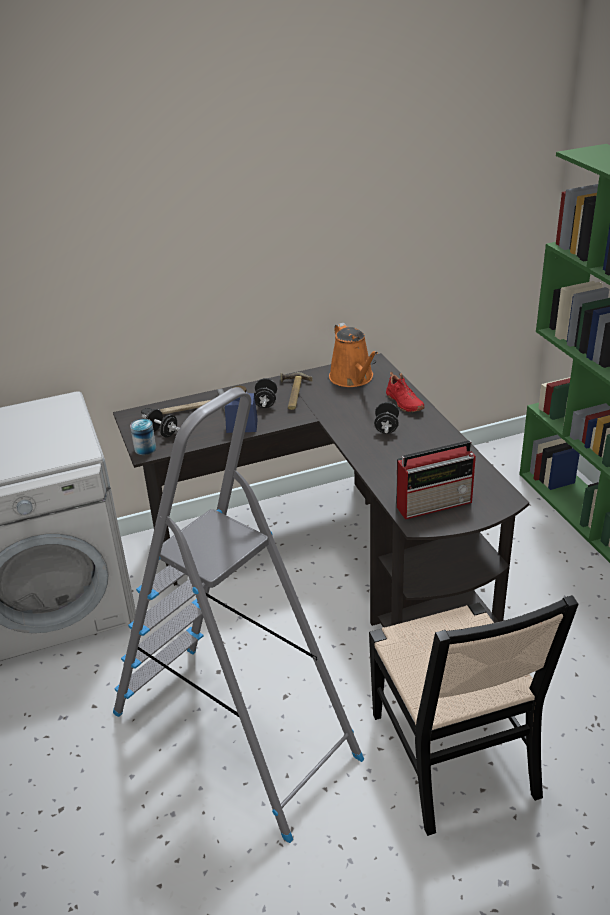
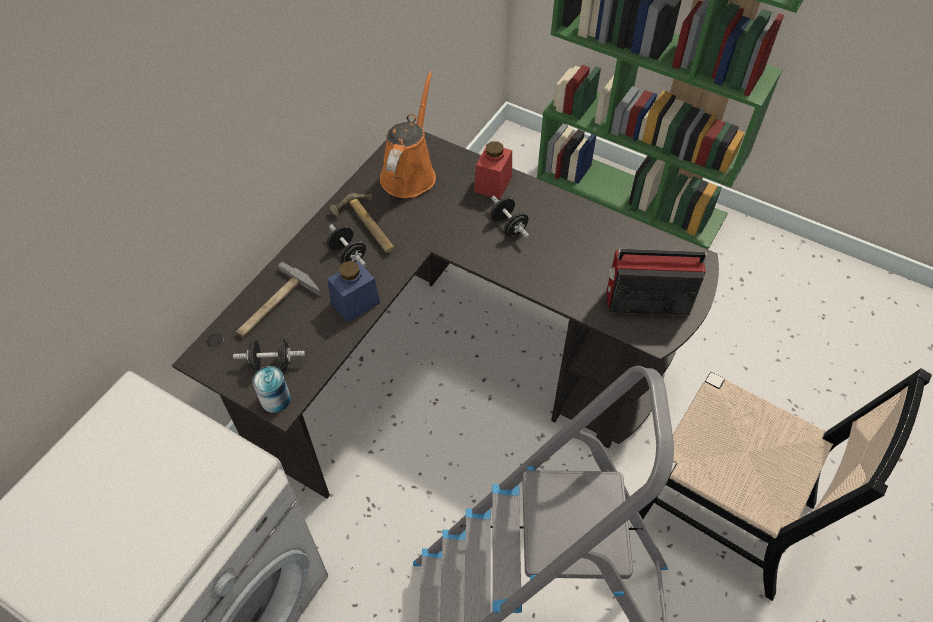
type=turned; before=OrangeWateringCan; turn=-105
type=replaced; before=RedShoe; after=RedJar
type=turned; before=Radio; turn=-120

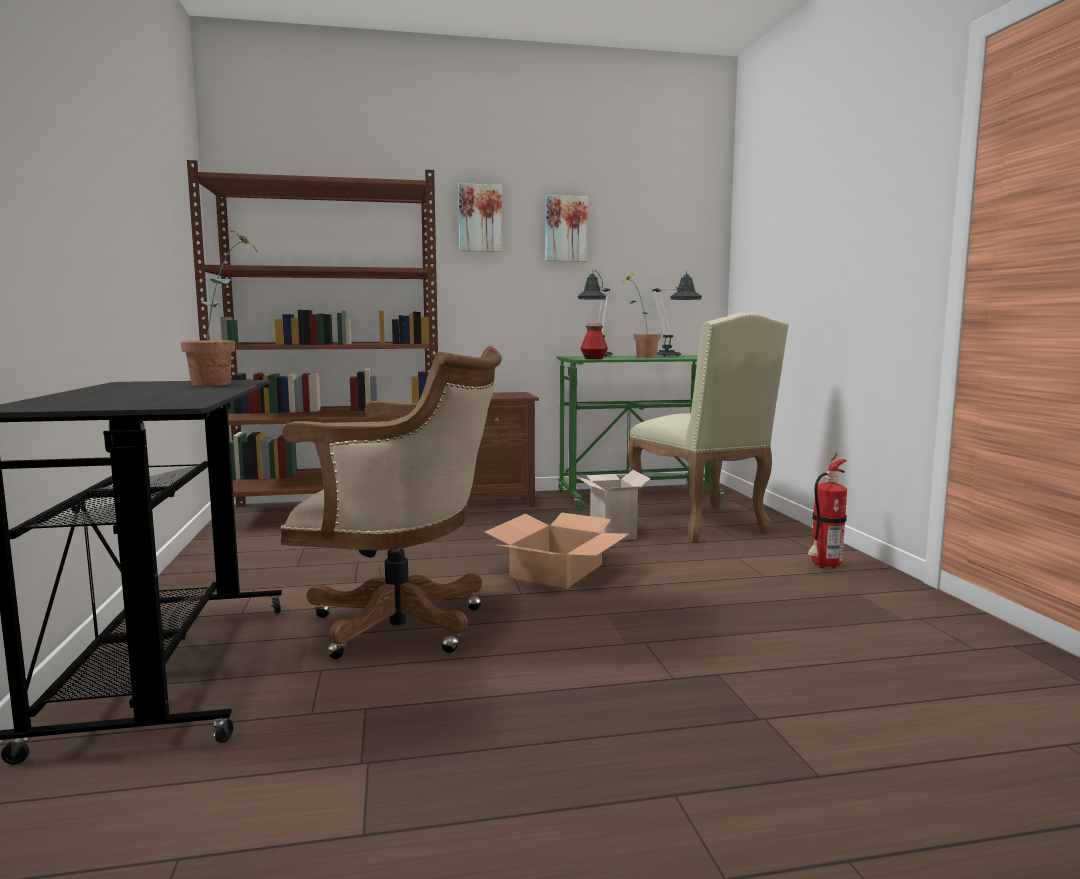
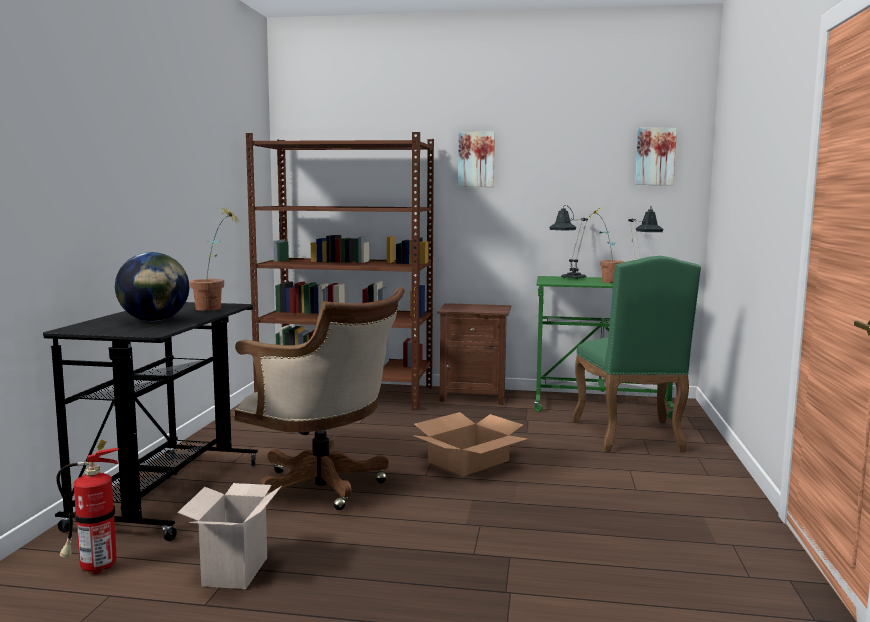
type=moved; before=Picture (2nd from left)
type=recoloured; before=BeigeChair; after=GreenChair
type=removed; before=Bottle
type=moved; before=FireExtinguisher
type=moved; before=CardboardBox (2nd from left in the first image); after=CardboardBox (1st from left)
type=added; after=Globe

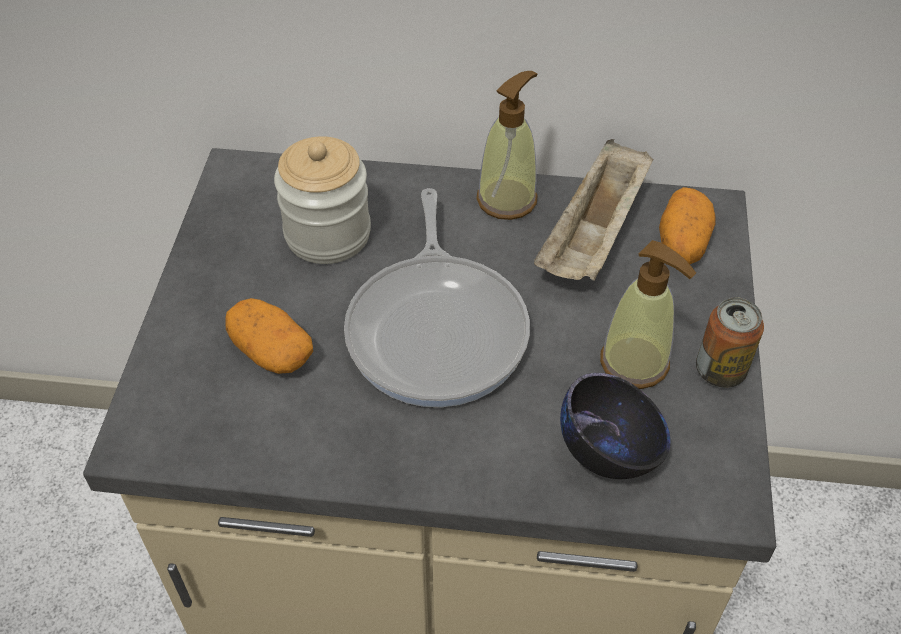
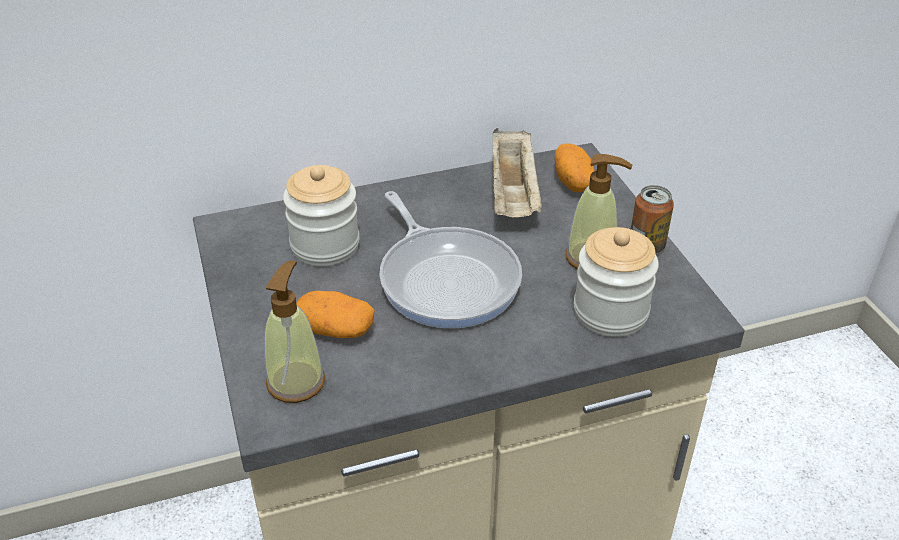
type=moved; before=SoapDispenser (1st from left)
type=replaced; before=BlackBowl; after=Jar (2nd from left)

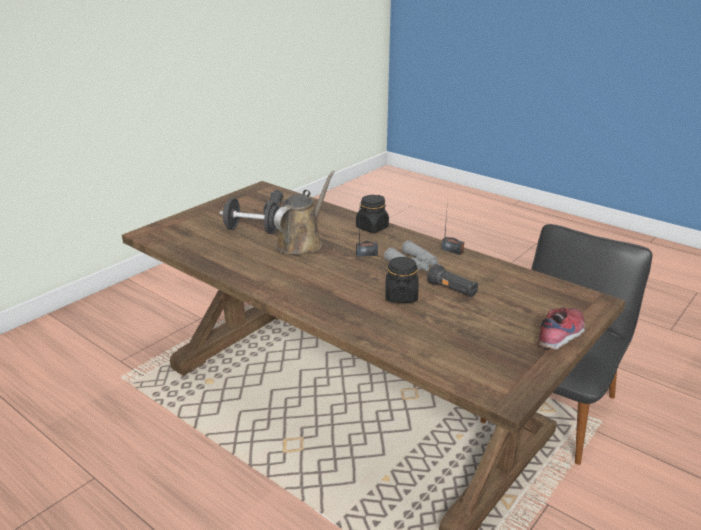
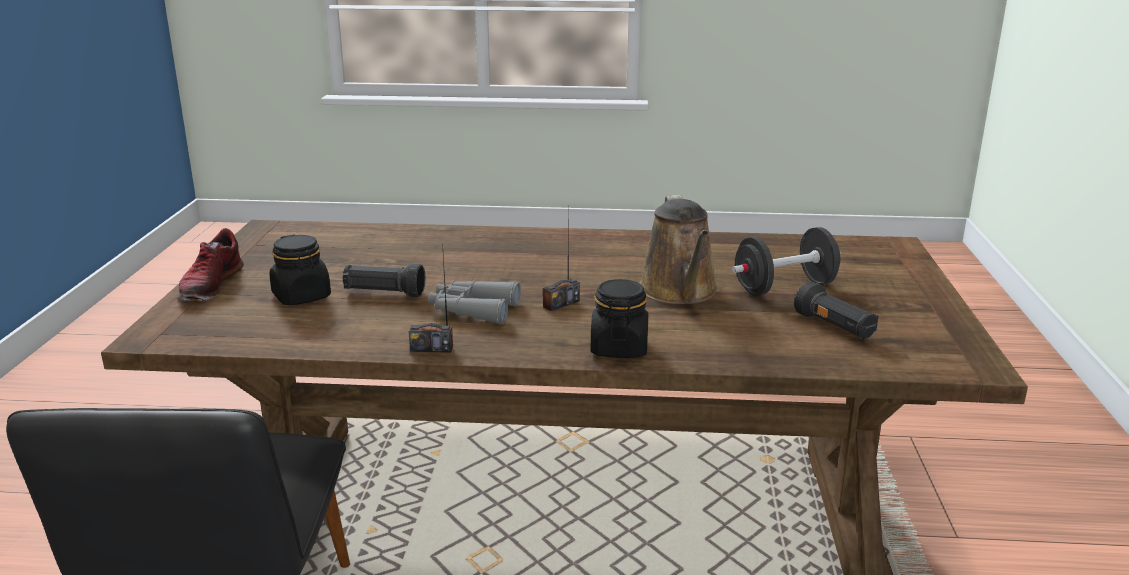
type=moved; before=BlackJar (2nd from left in the first image); after=BlackJar (1st from left)

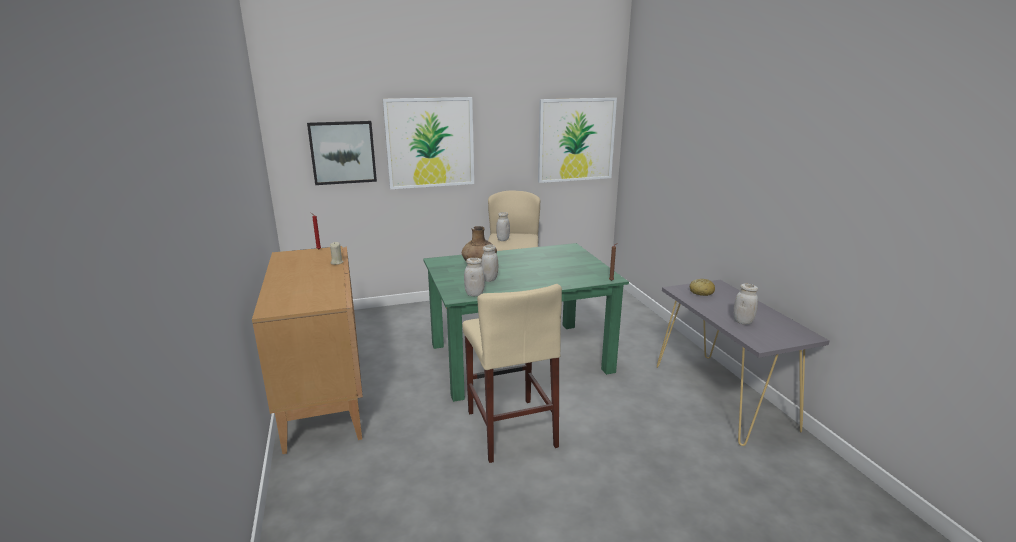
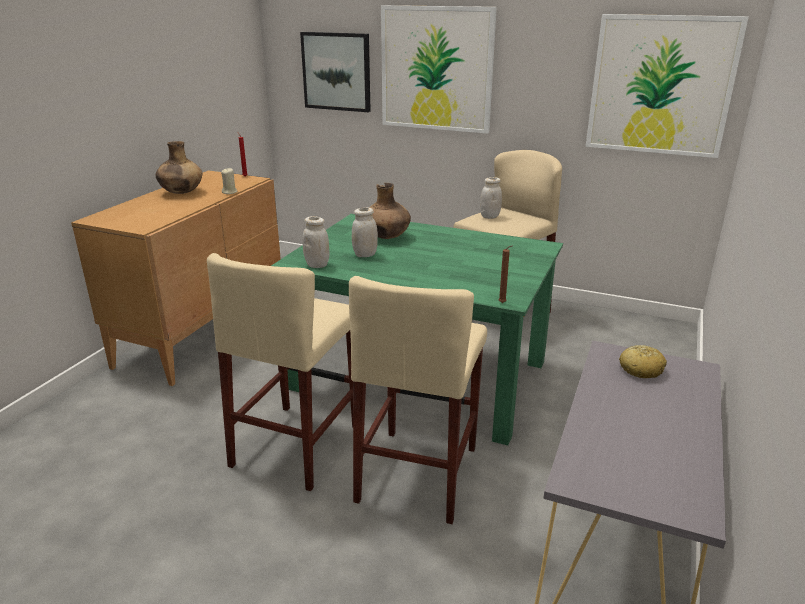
type=removed; before=WhiteJar (4th from left)
type=added; after=BrownVase (1st from left)
type=added; after=BeigeStool (2nd from left)

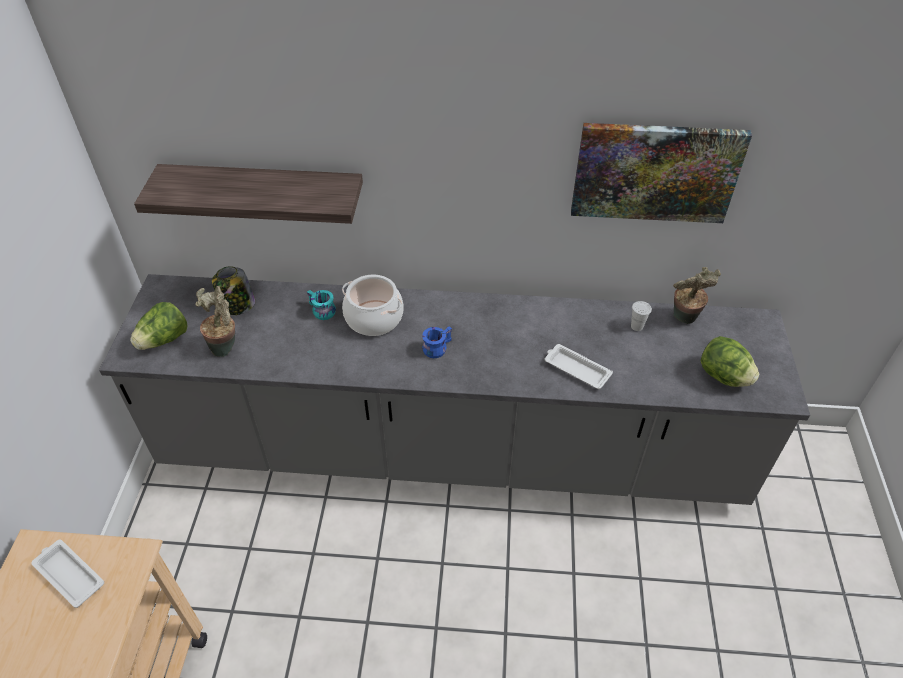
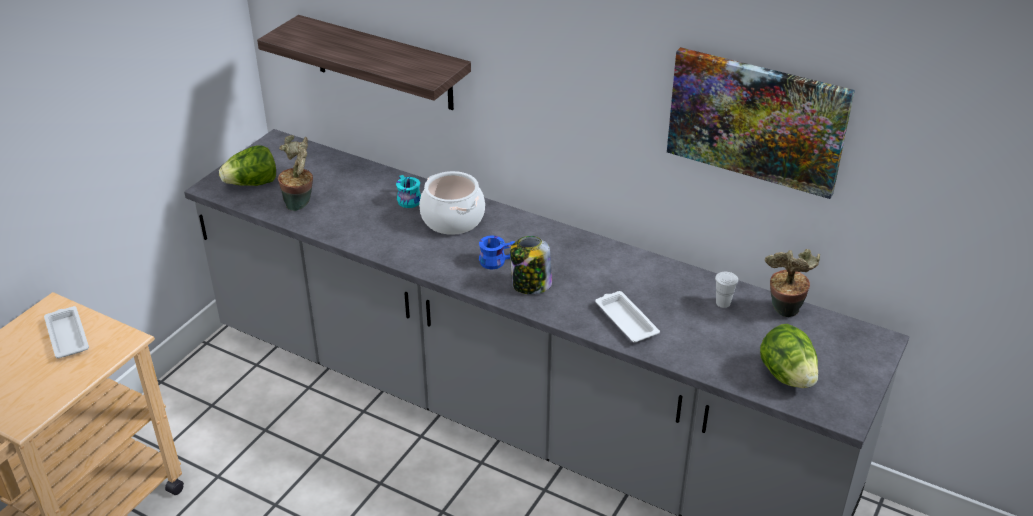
type=moved; before=Jar

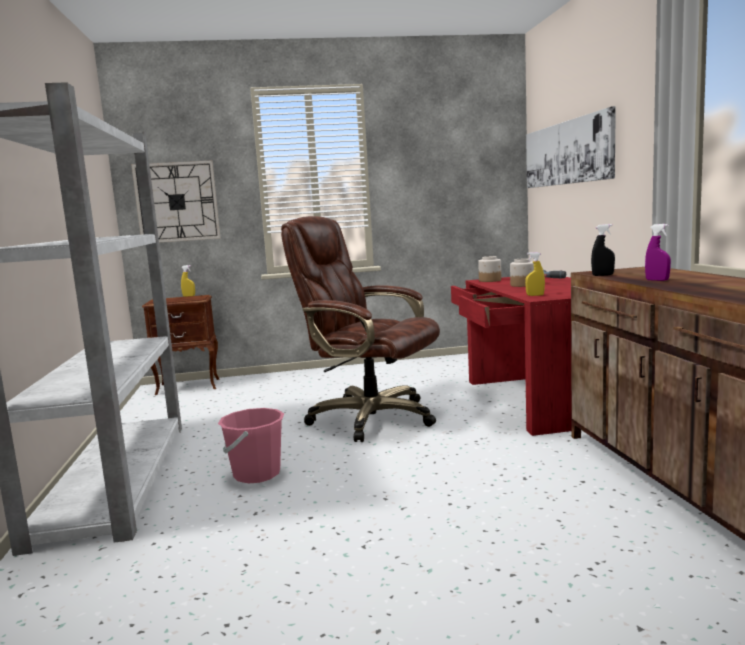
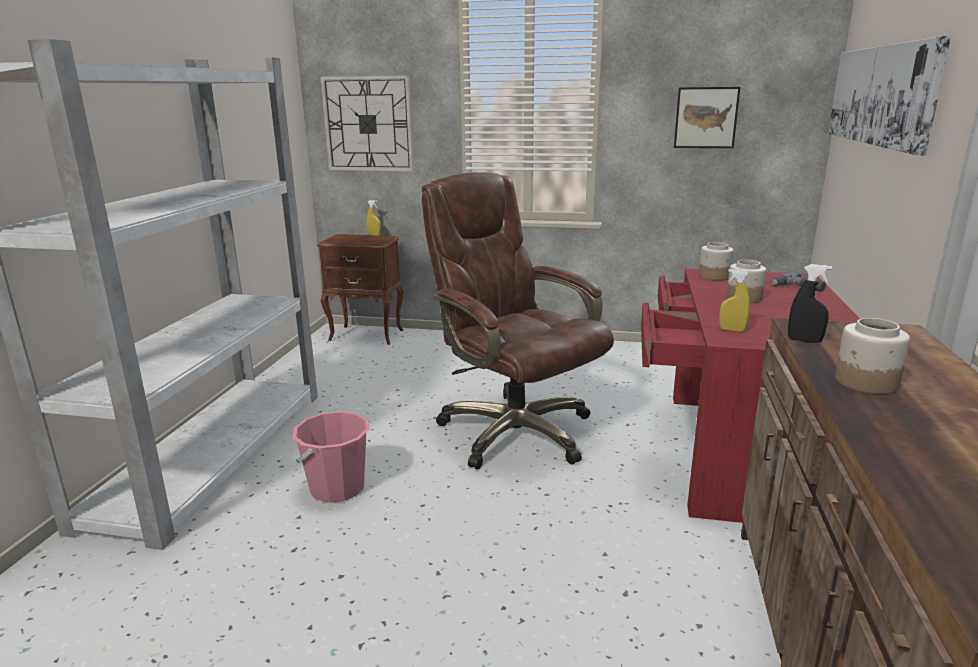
type=replaced; before=PurpleSprayBottle; after=Jar (3rd from left)
type=added; after=Picture (1st from left)

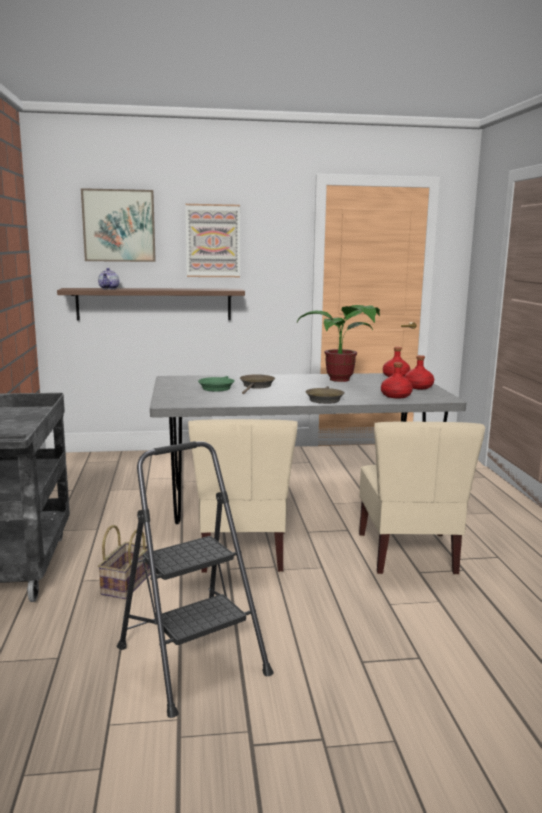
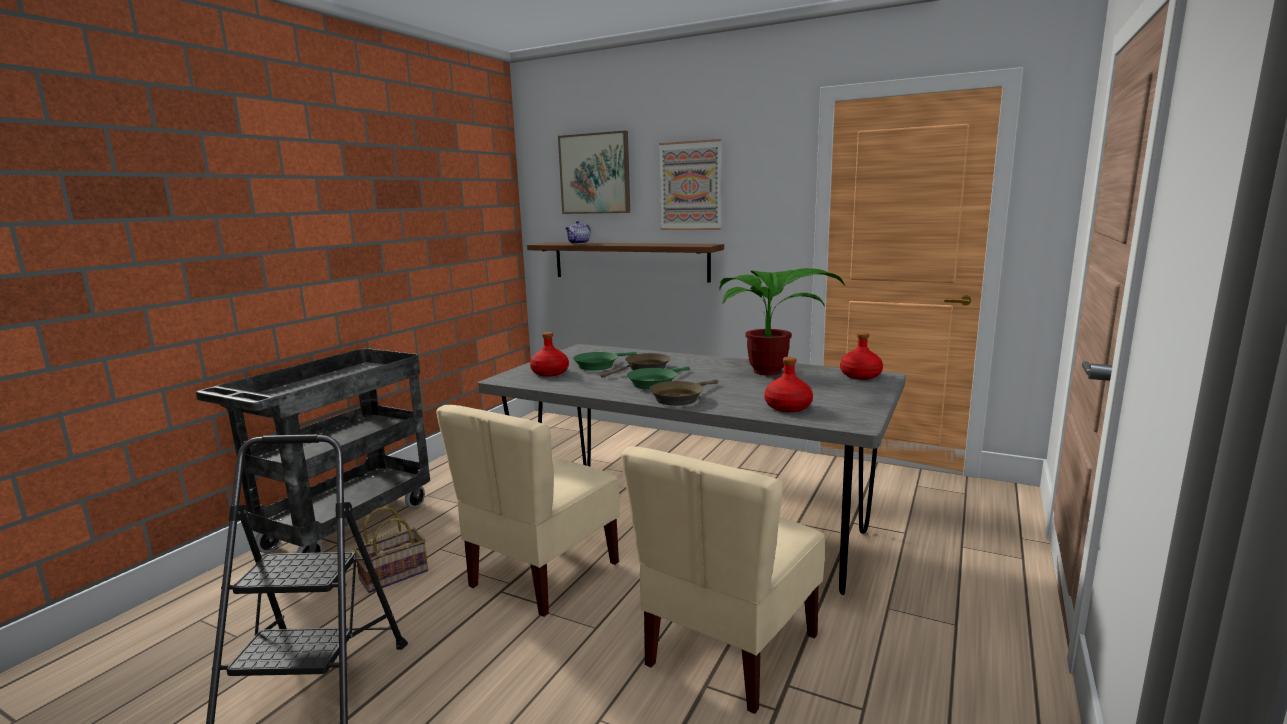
type=moved; before=RedBottle (3rd from left in the first image); after=RedBottle (1st from left)
type=added; after=GreenFryingPan (2nd from left)

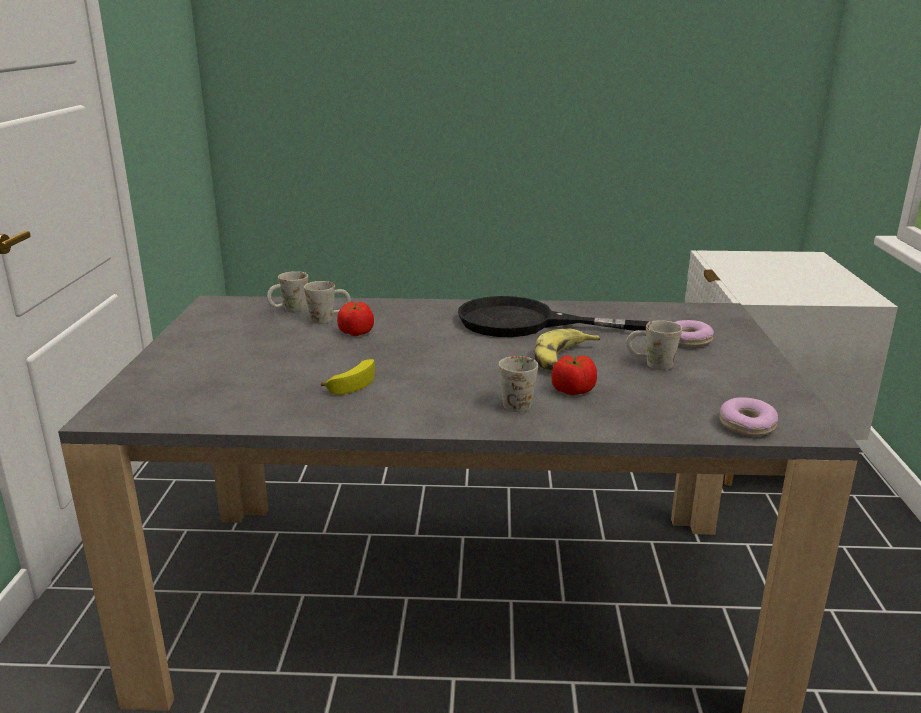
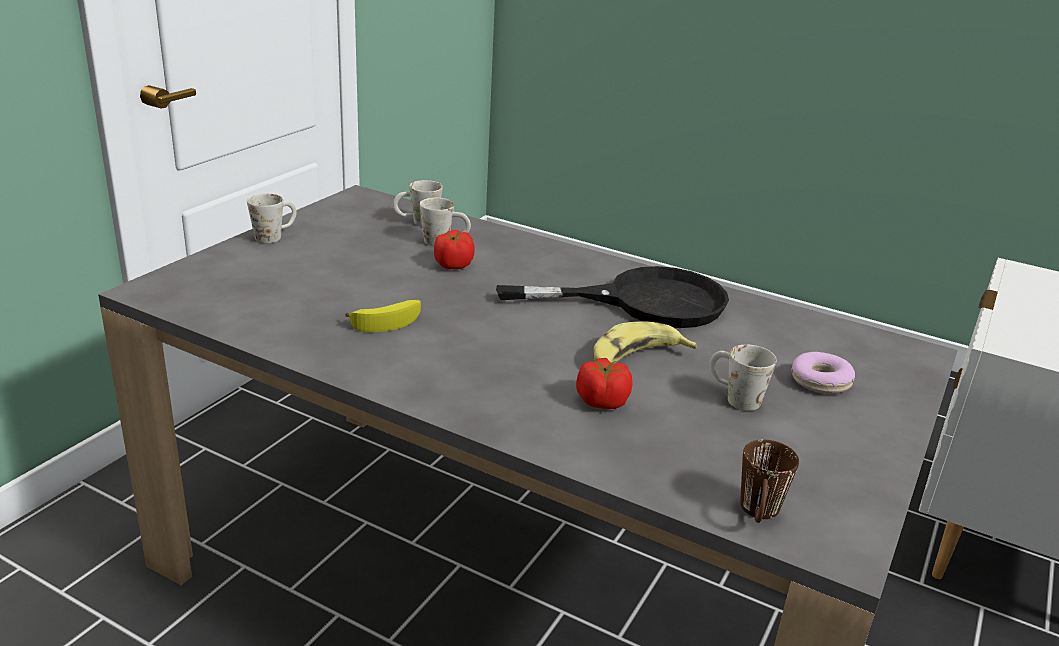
type=turned; before=BlackFryingPan; turn=135
type=moved; before=WhiteMug (3rd from left in the first image); after=WhiteMug (1st from left)
type=replaced; before=Donut (2nd from left); after=BrownMug

